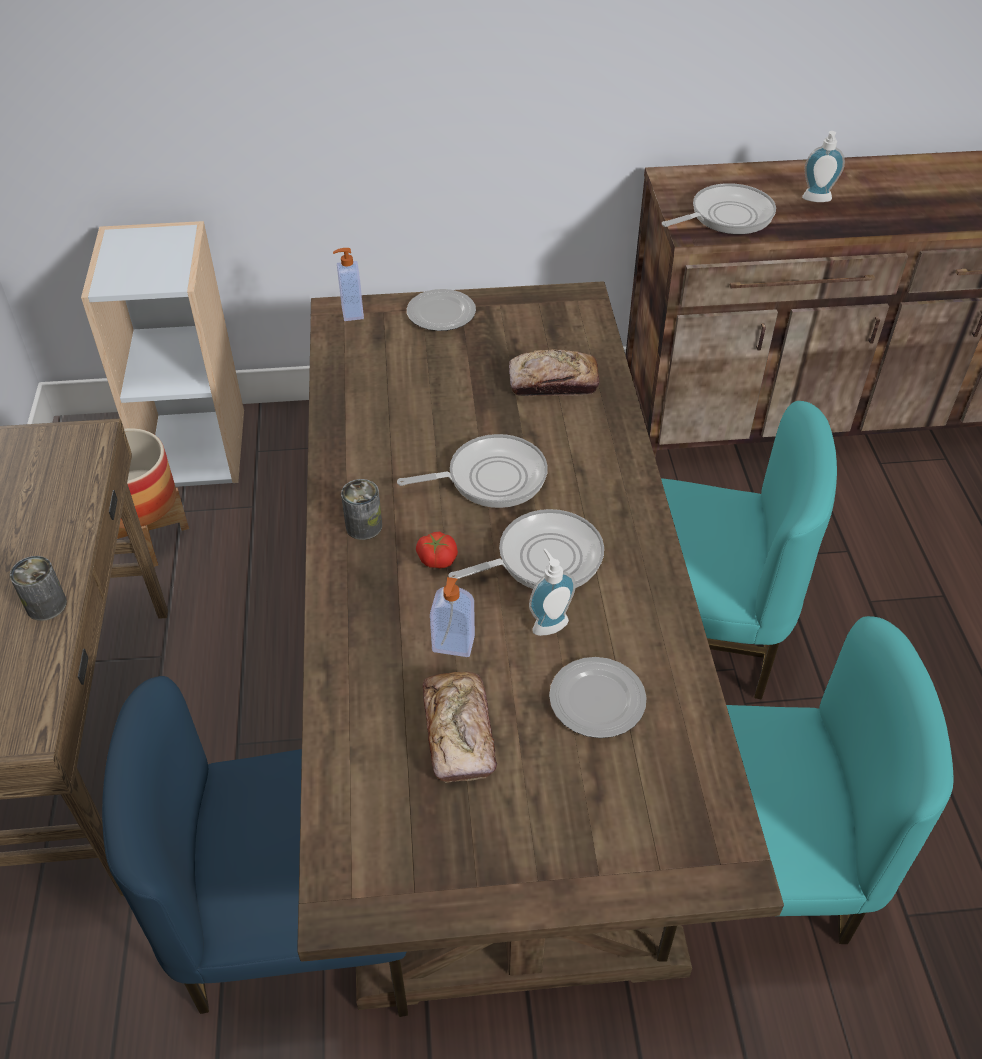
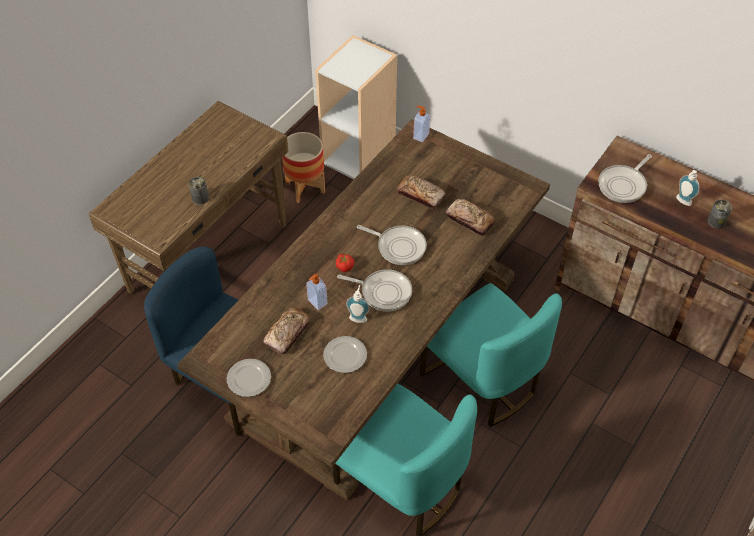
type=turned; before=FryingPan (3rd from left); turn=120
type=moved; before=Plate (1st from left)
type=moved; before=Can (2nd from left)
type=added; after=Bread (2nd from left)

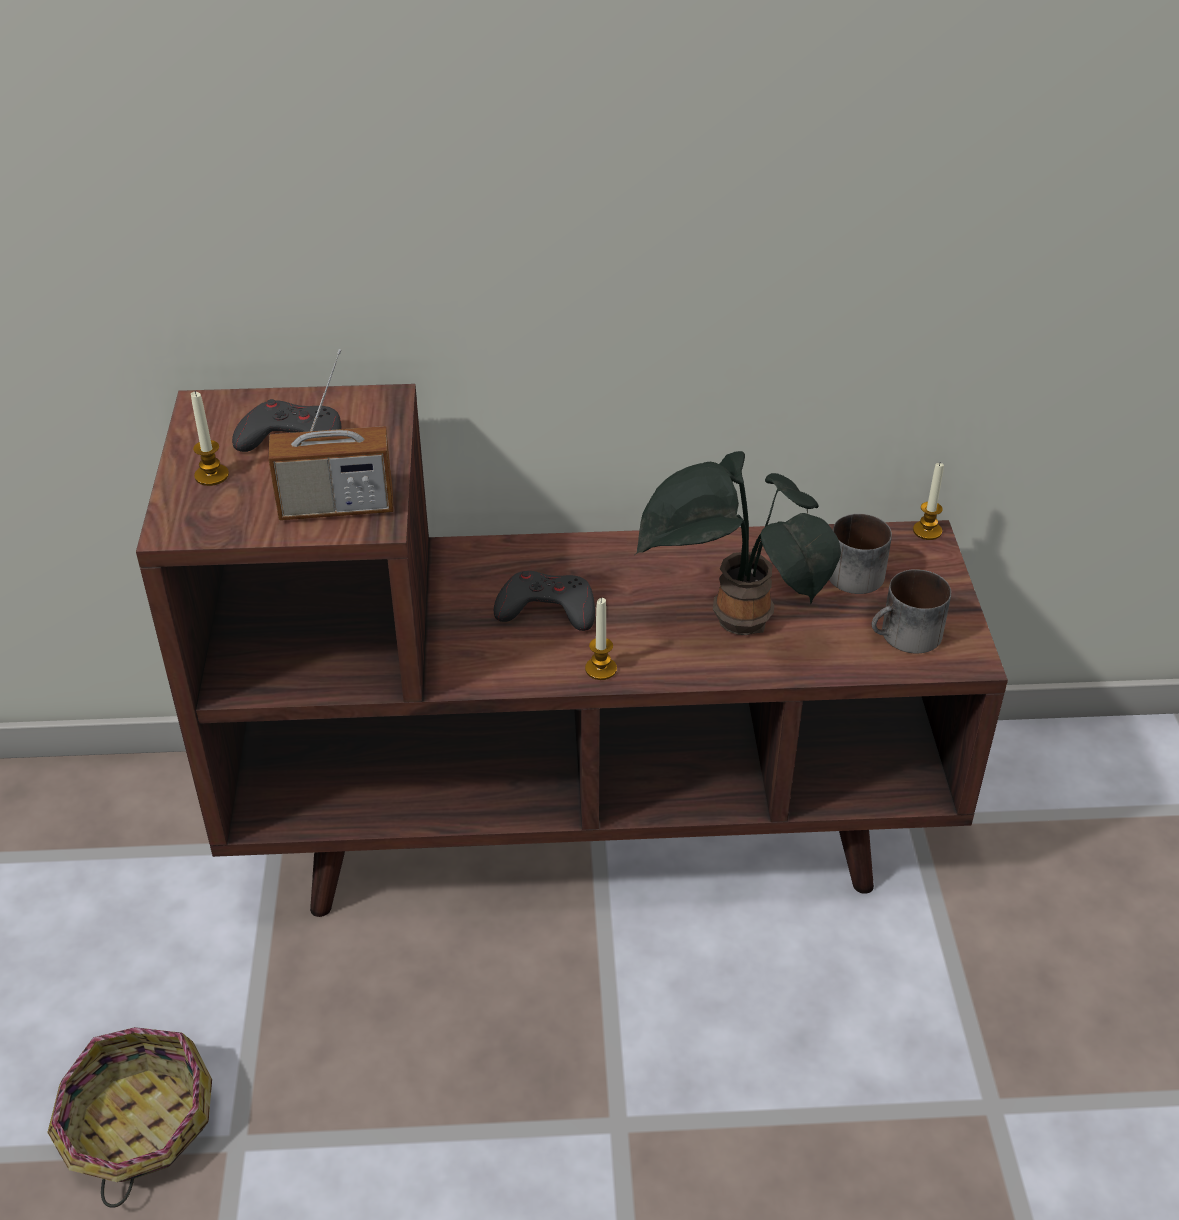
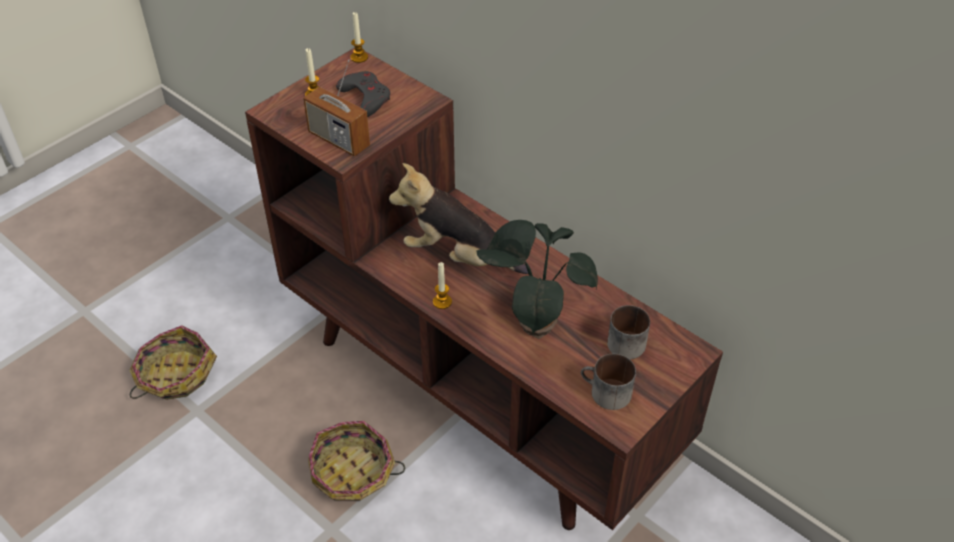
type=moved; before=Candle (3rd from left in the first image); after=Candle (2nd from left)
type=replaced; before=GreyGameController (2nd from left); after=PlushToy
type=added; after=Basket (2nd from left)

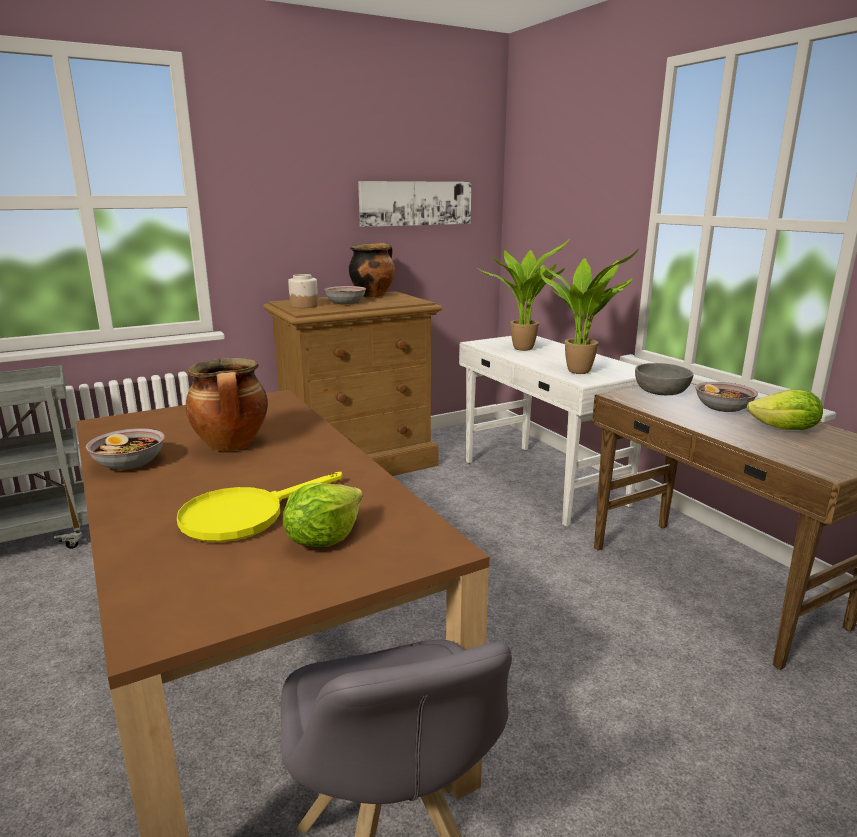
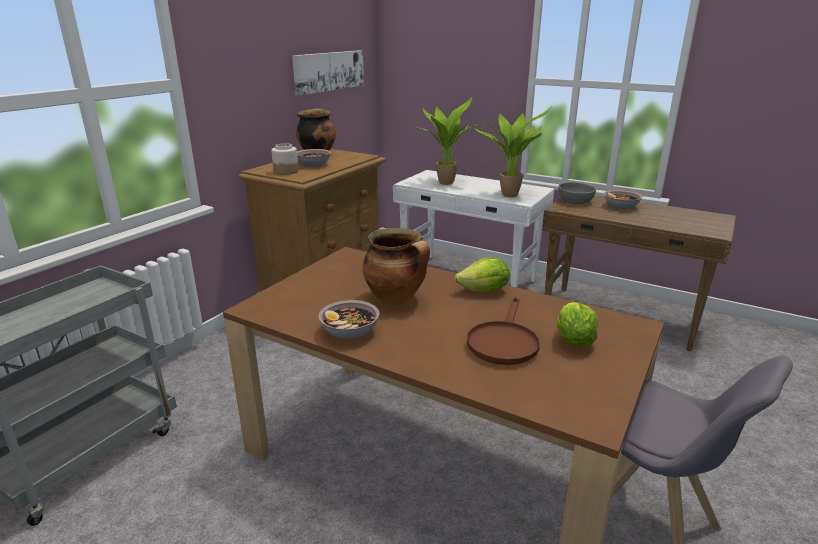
type=moved; before=Lettuce (2nd from left in the first image); after=Lettuce (1st from left)
type=recoloured; before=YellowFryingPan; after=BrownFryingPan

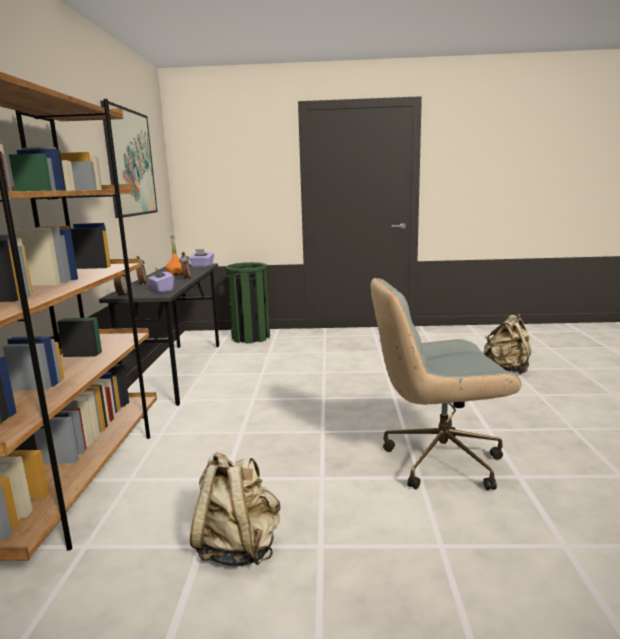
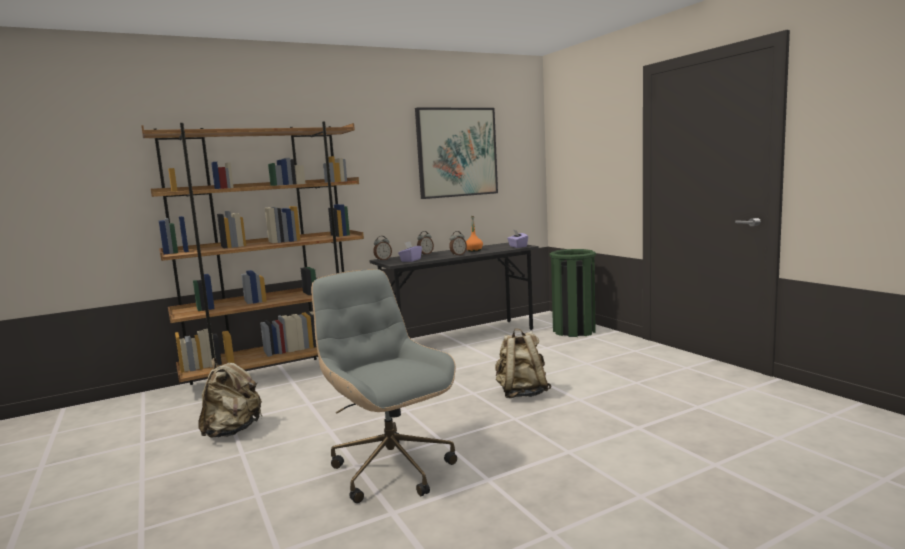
type=moved; before=BeigeBackpack (2nd from left)

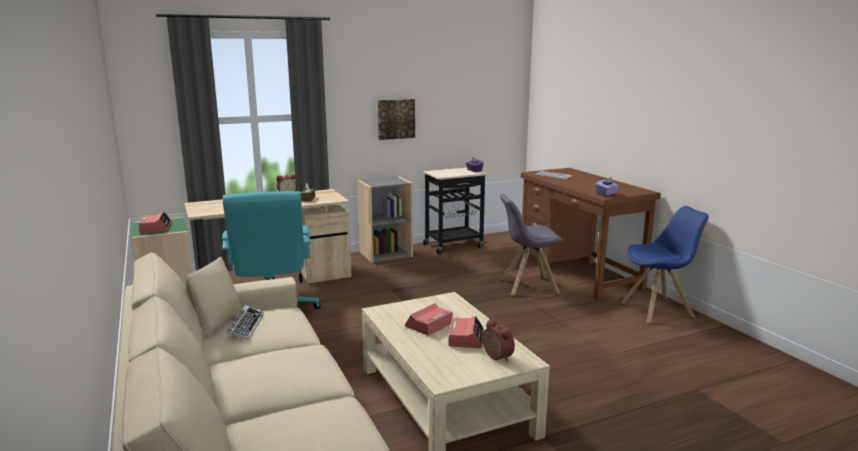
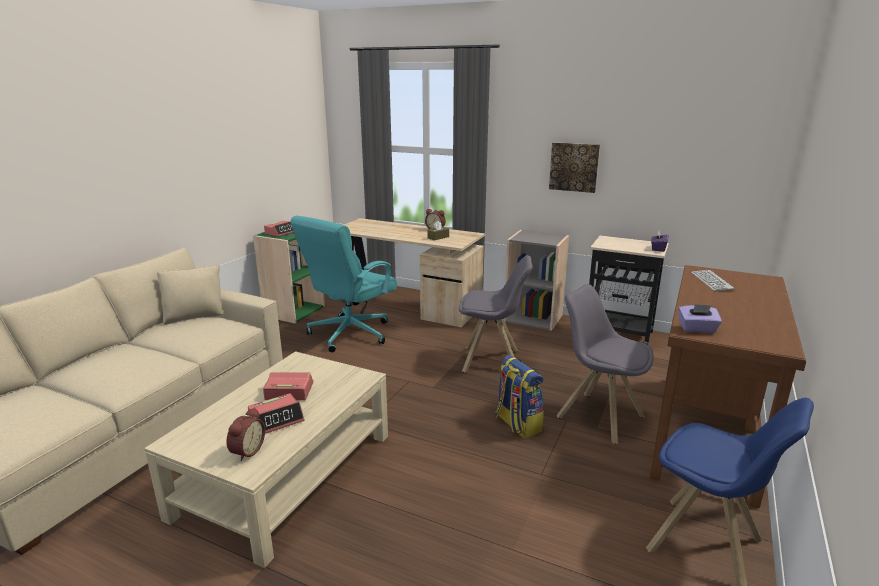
type=removed; before=Keyboard (1st from left)
type=added; after=GreyChair (1st from left)
type=added; after=Backpack

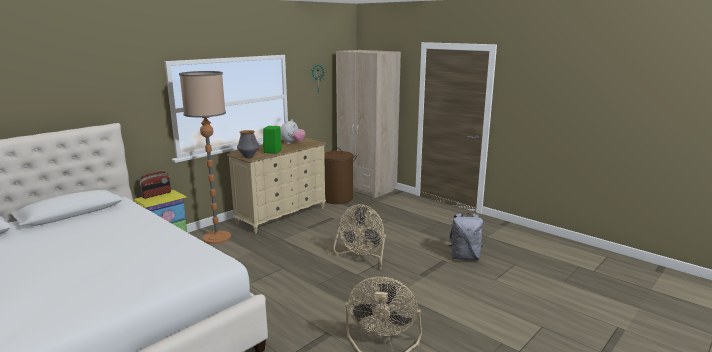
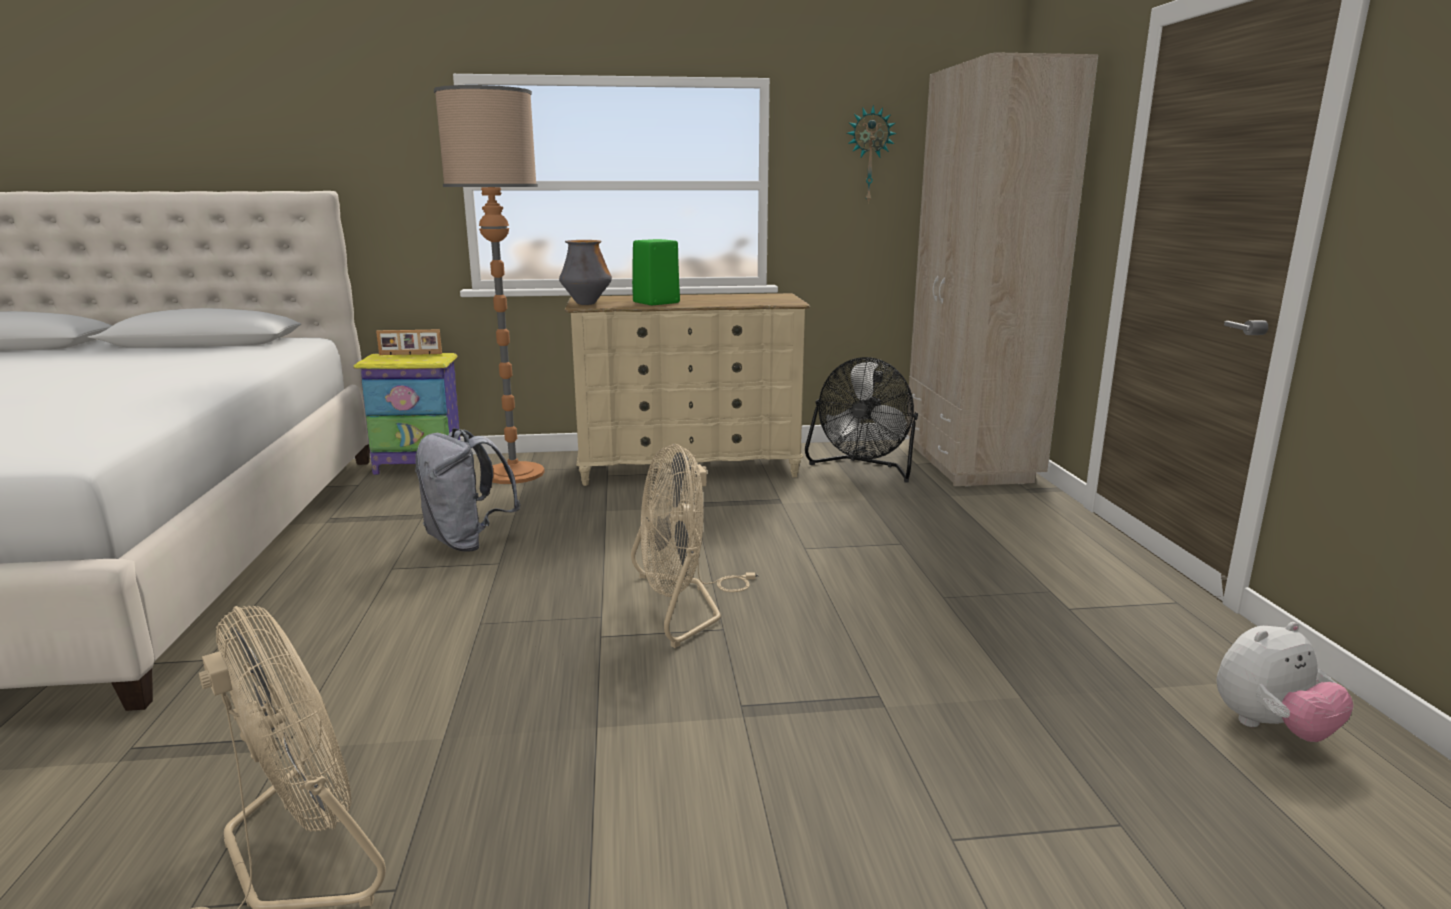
type=moved; before=PlushToy
type=replaced; before=BrownLaundryBasket; after=BlackFan
type=replaced; before=Radio; after=PictureFrame
type=moved; before=GreyBackpack

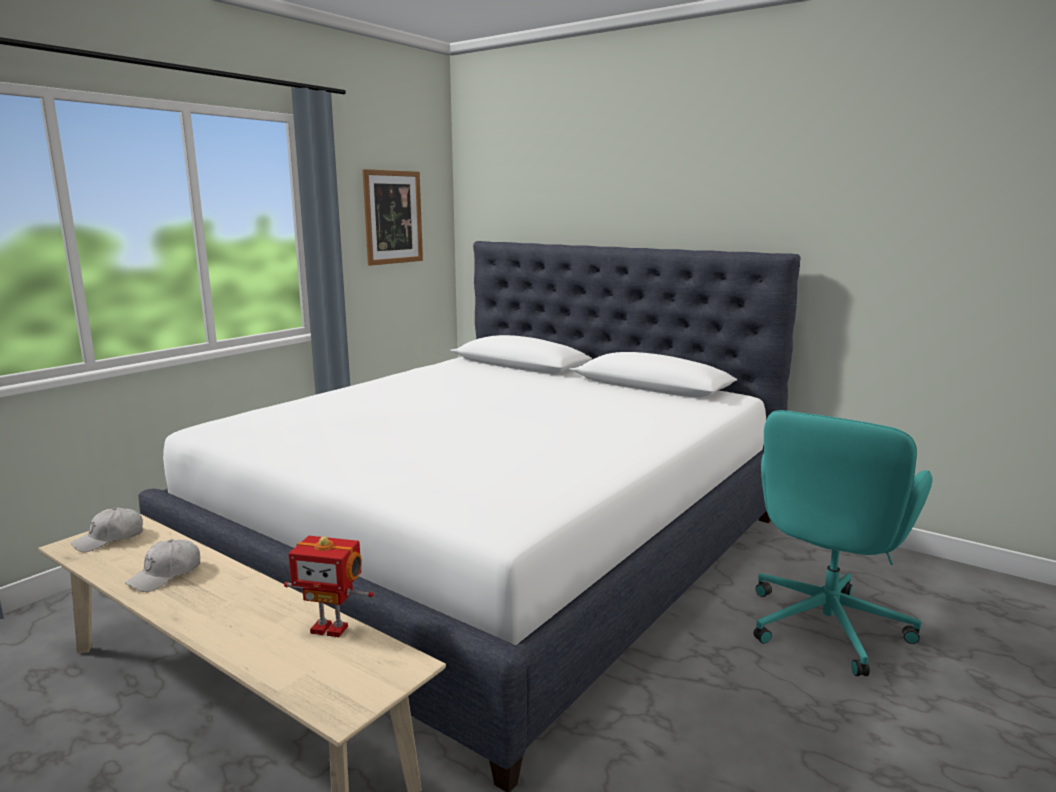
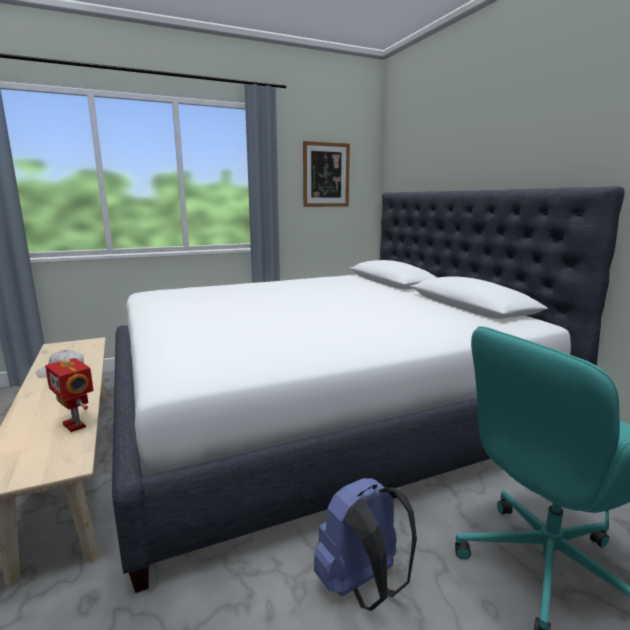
type=removed; before=WhiteCap (1st from left)
type=added; after=BlueBackpack

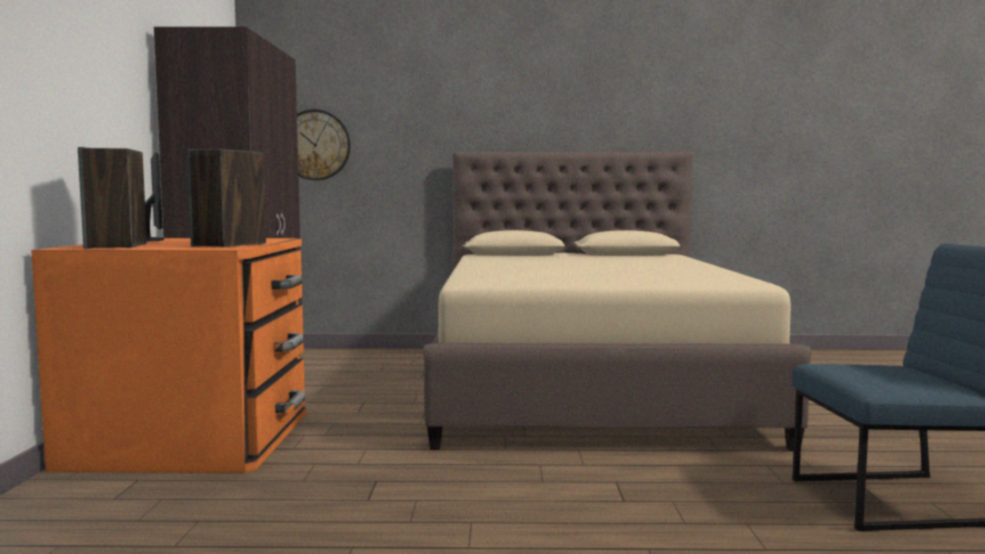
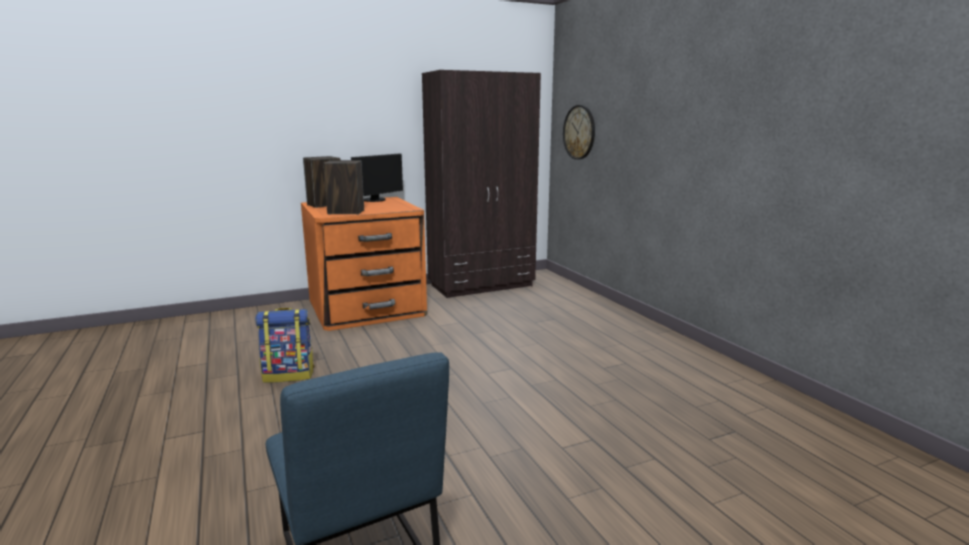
type=removed; before=BeigeBed
type=added; after=Backpack

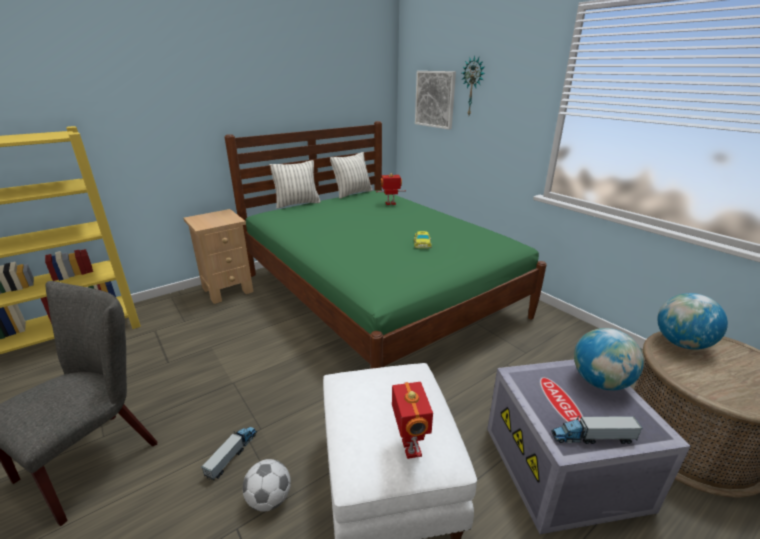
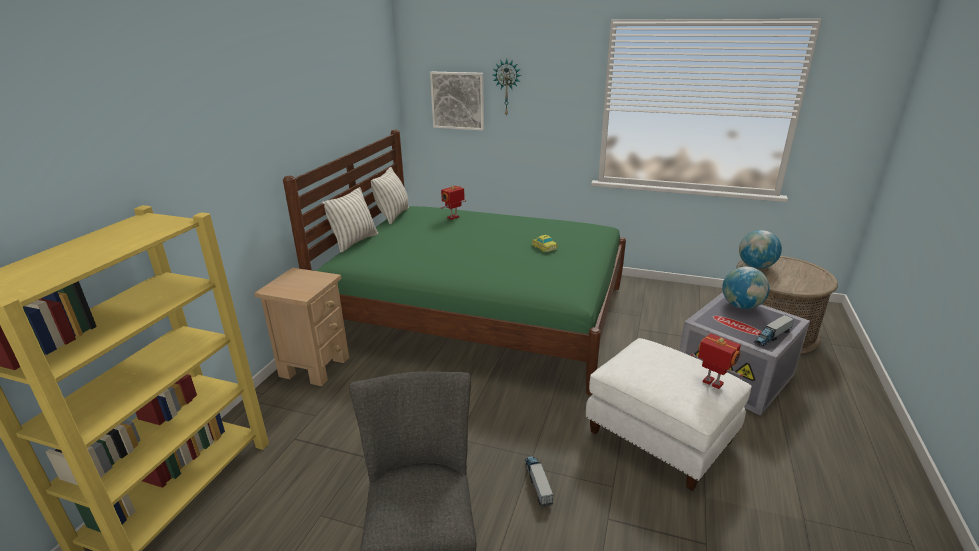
type=removed; before=Football

